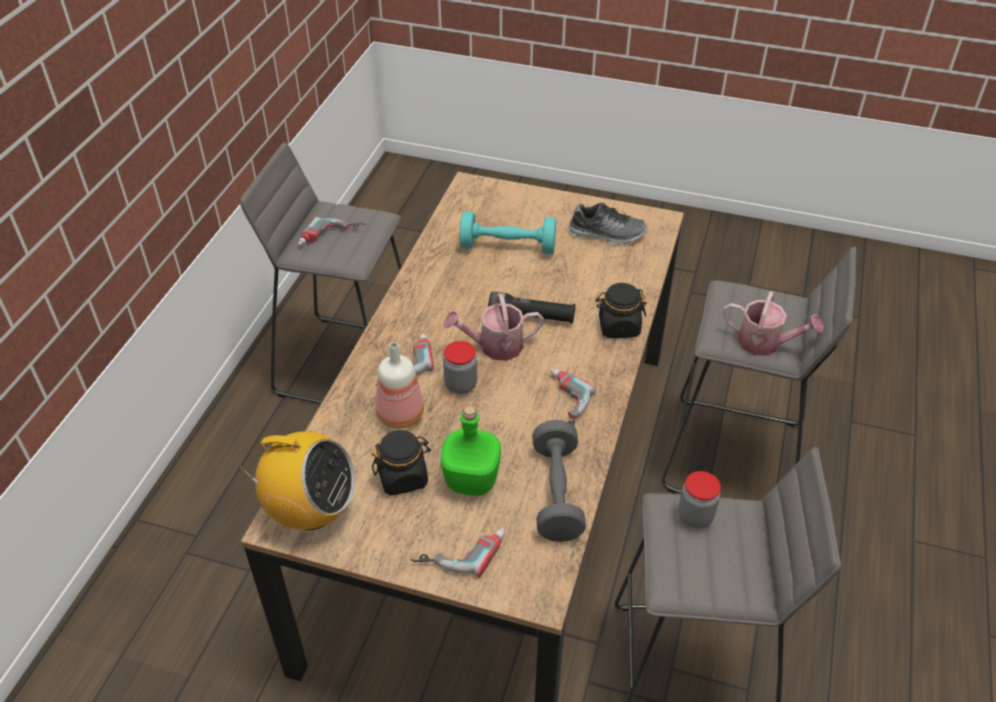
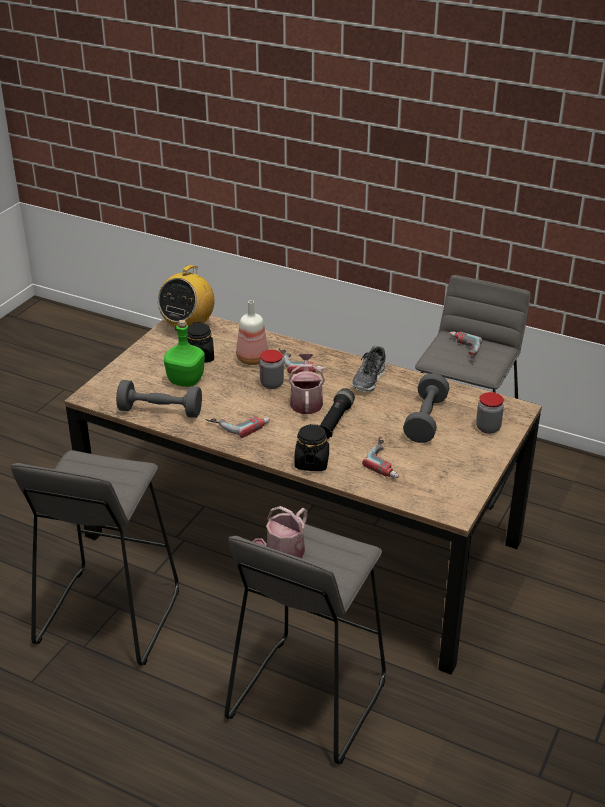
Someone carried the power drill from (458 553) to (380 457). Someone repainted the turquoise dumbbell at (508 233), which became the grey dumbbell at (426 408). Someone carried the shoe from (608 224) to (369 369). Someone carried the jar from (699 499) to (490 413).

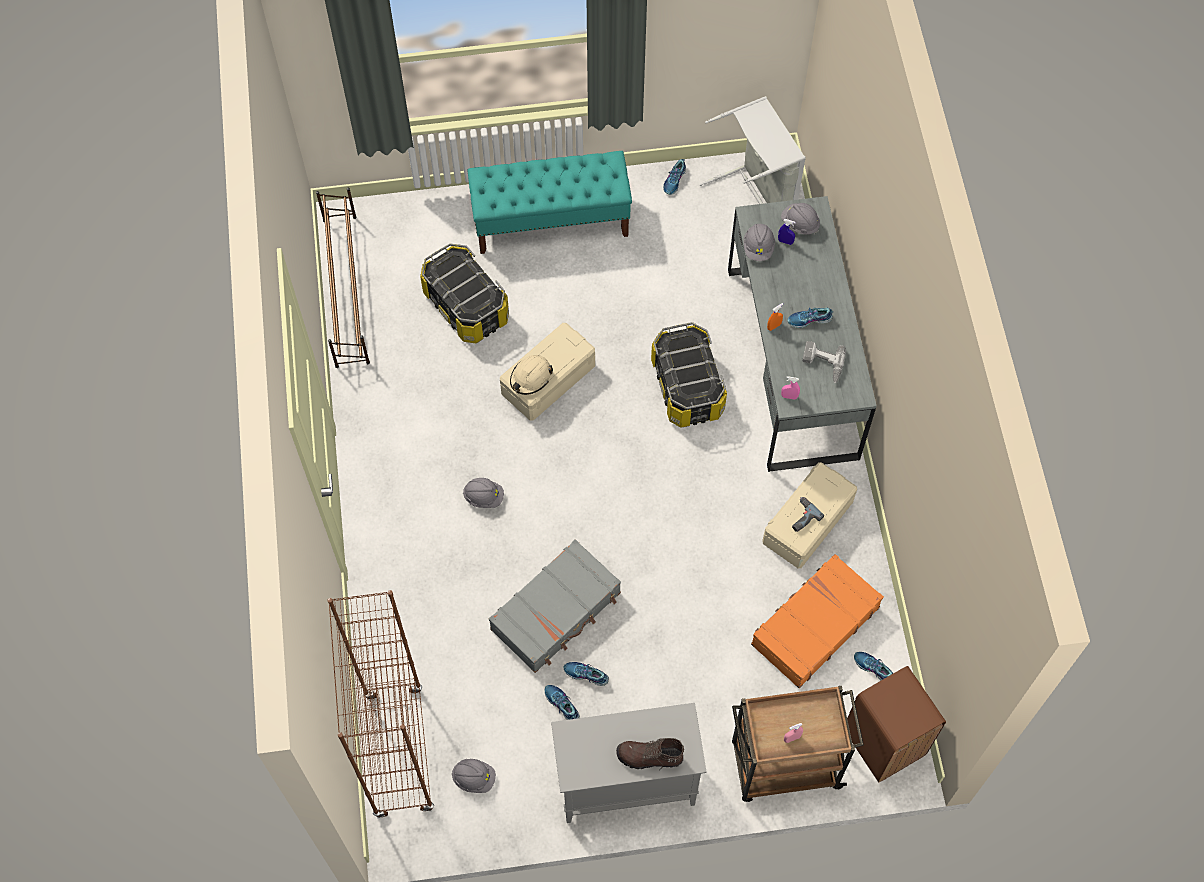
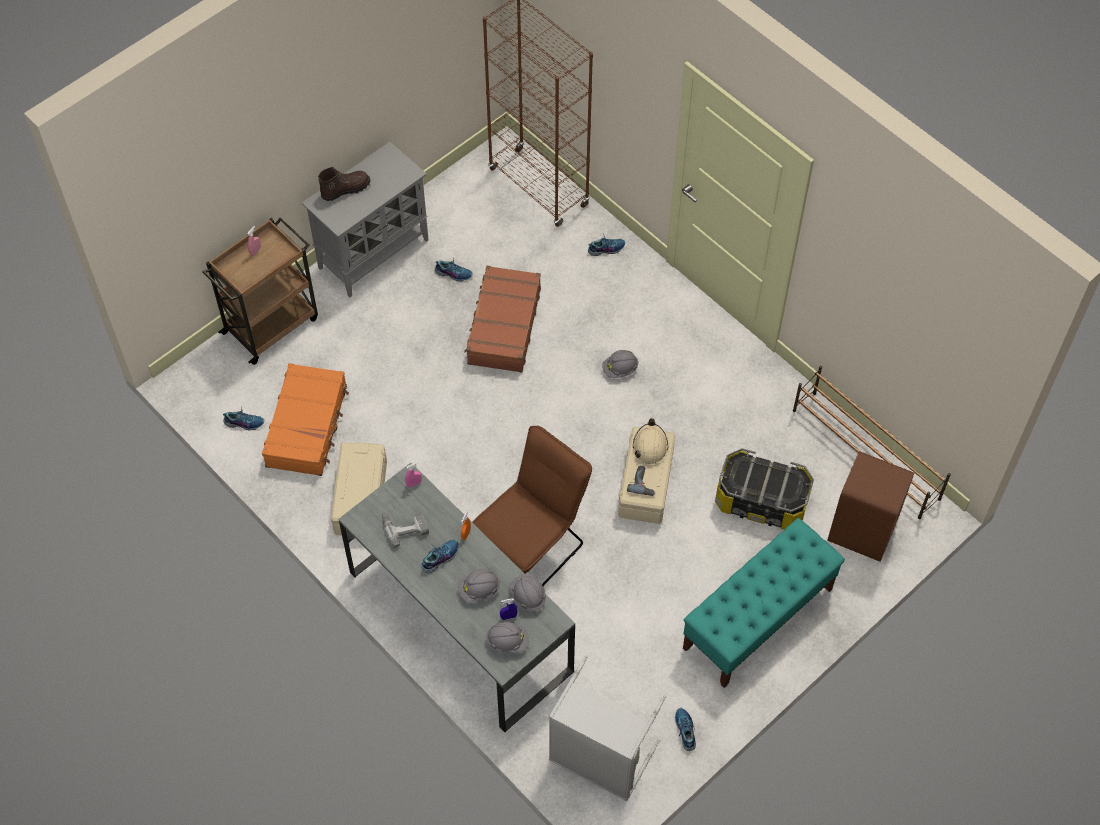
Someone carried the grey hard hat from (474 776) to (479 585). Someone repainted the grey suitcase at (555 606), which became the brown suitcase at (502 319). Someone carried the shoe from (586 674) to (606 245). Someone swapped the storage box at (689 375) for the brown chair at (532 506). Someone carried the power drill from (808 514) to (641 481). Someone carried the brown trash can from (896 724) to (870 506).

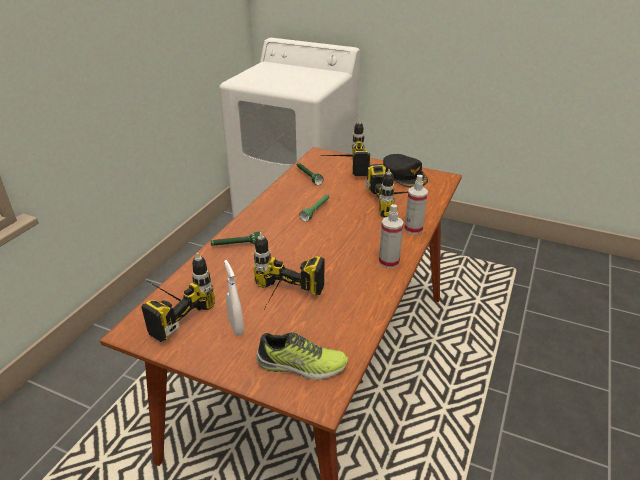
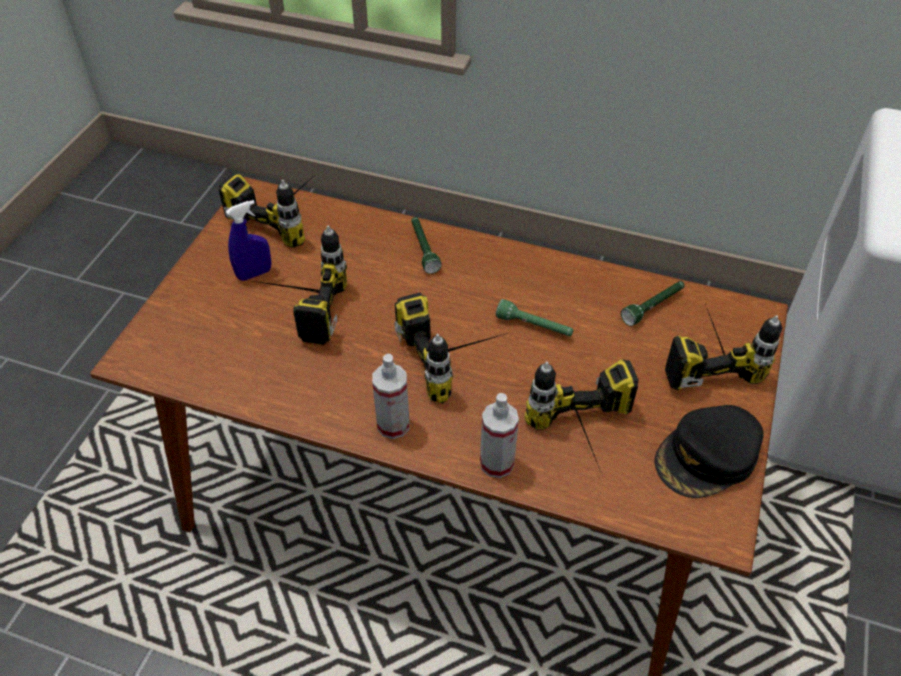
Someone repainted the white spray bottle at (234 298), which became the blue spray bottle at (248 240). Someone took away the shoe at (302 356). Someone put down the power drill at (451 347).

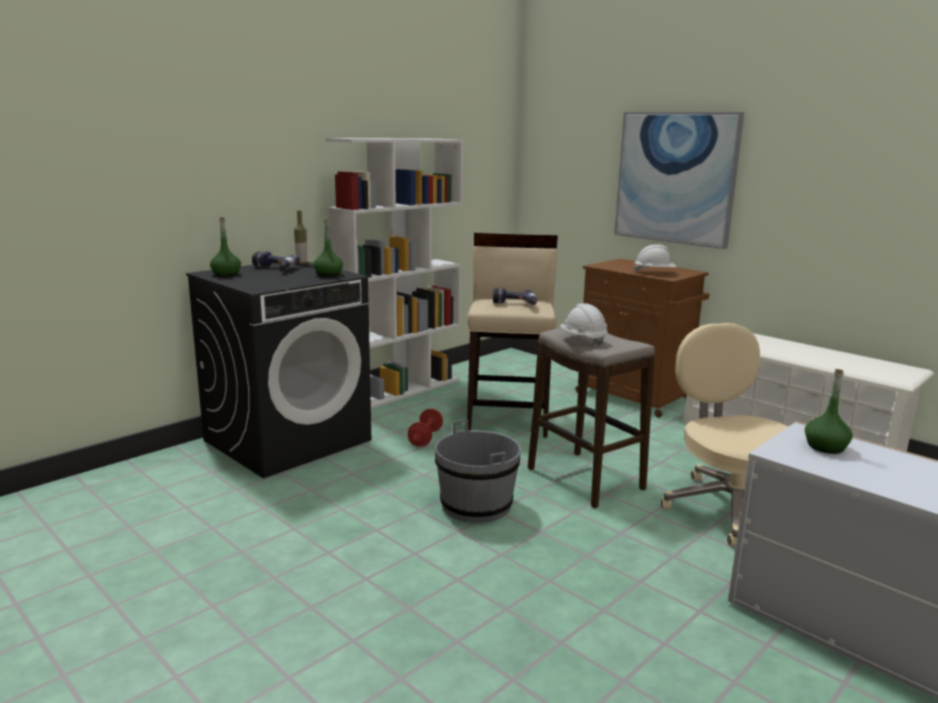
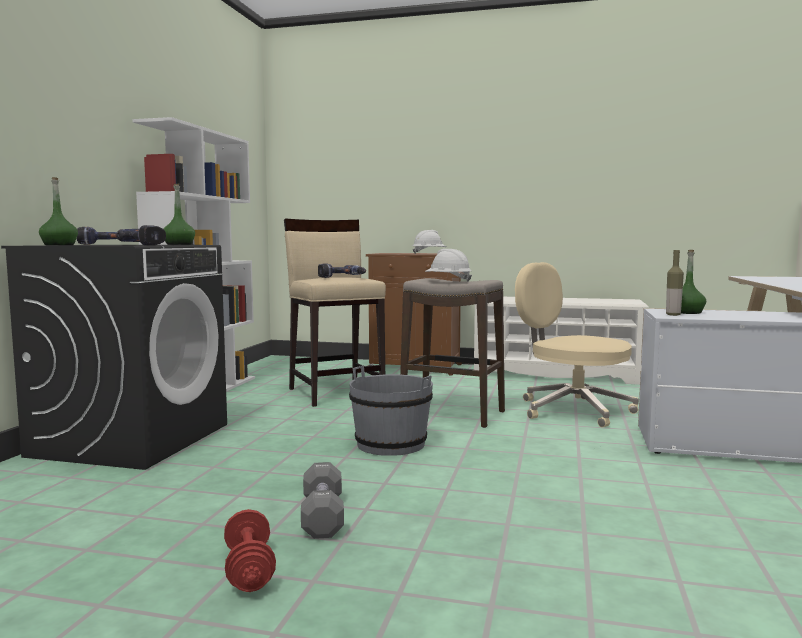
Someone carried the bottle from (300 237) to (675 283). Someone carried the red dumbbell from (425 428) to (250 550). Someone took away the picture at (679 180). Someone put down the power drill at (141 235). Someone put down the grey dumbbell at (322 500).

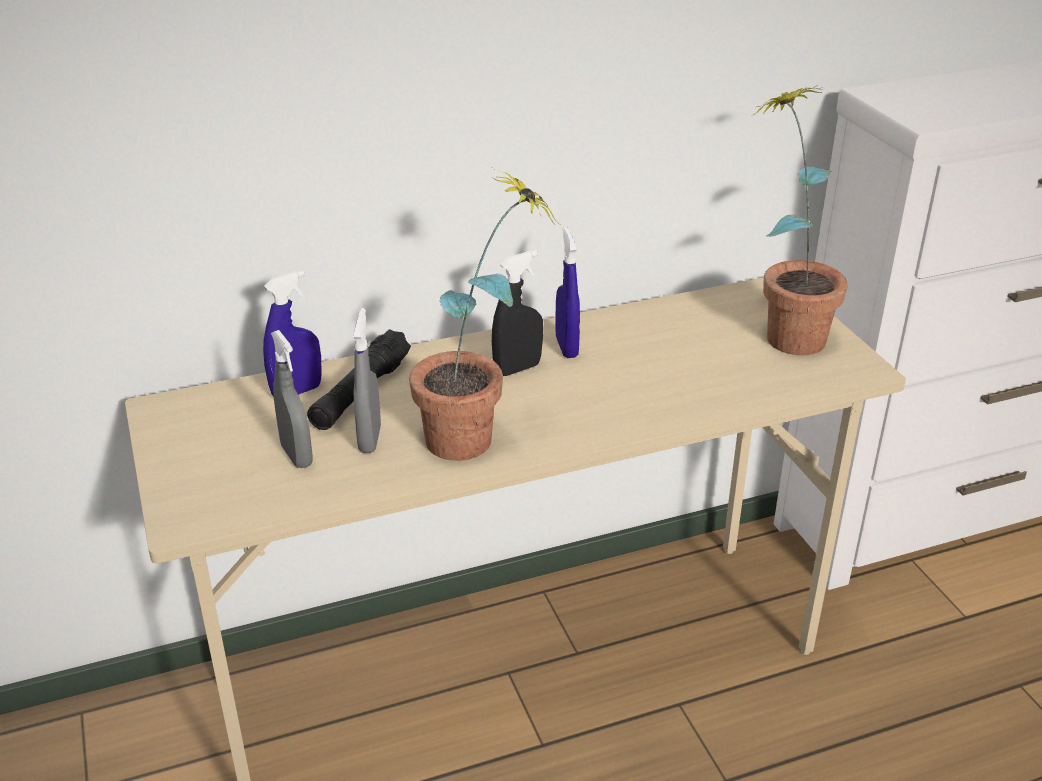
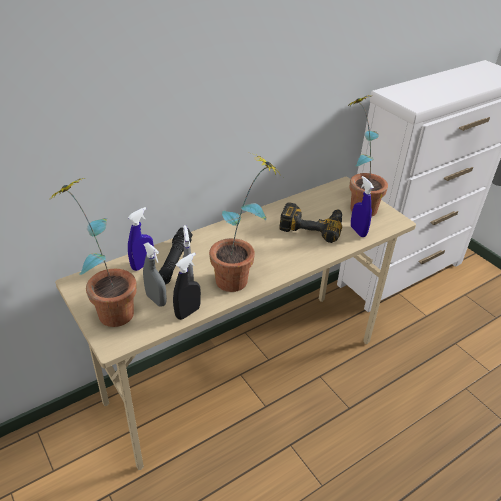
Someone carried the black spray bottle from (517 313) to (187 286). Someone carried the blue spray bottle from (567 292) to (362 206). Someone put down the potted plant at (92 252). Someone put down the power drill at (310 222).

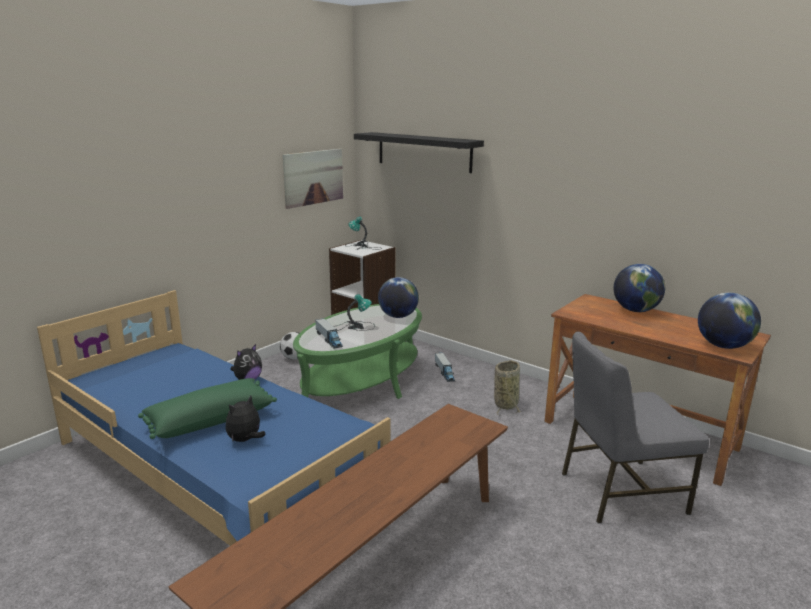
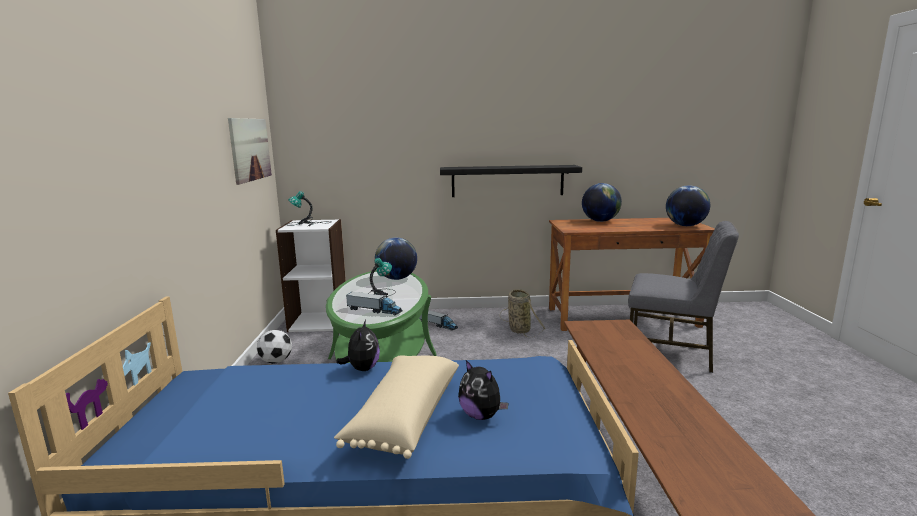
Someone repainted the green pillow at (207 408), which became the beige pillow at (396 407). Someone rotated the plush toy at (246 419) by 45 degrees counterclockwise. Someone carried the black shelf from (419 152) to (511 181). Someone rotated the grey chair at (635 427) by 105 degrees counterclockwise.

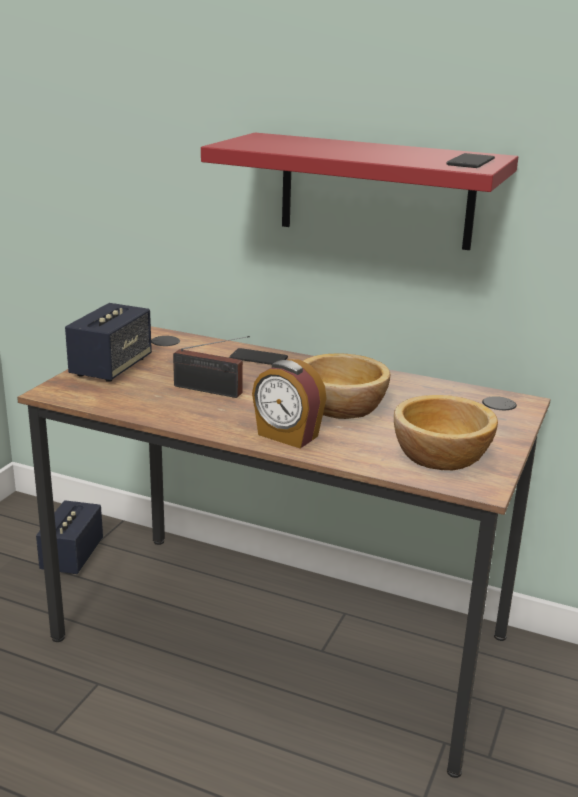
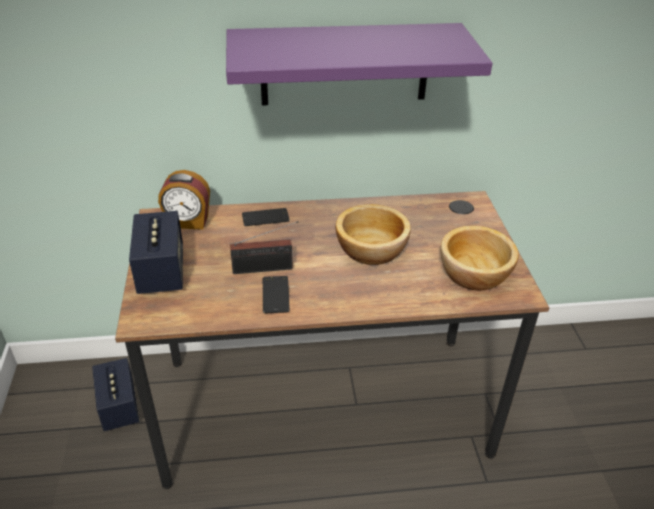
Someone repainted the red shelf at (359 191), which became the purple shelf at (359 64). Someone carried the alarm clock from (289 404) to (184 200). Someone carried the phone from (470 160) to (276 294).

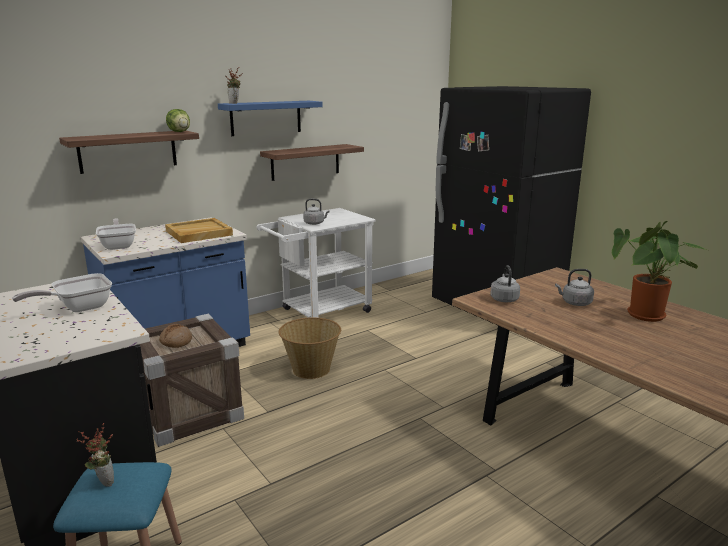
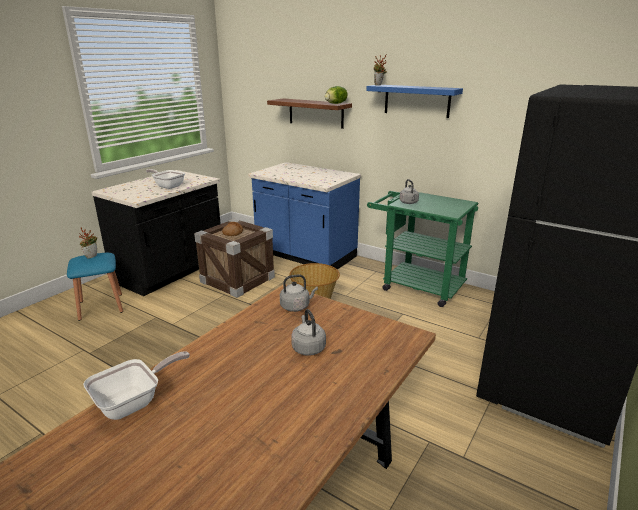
Someone carried the frying pan from (116 234) to (136 385). Someone took away the beige tray at (199 230). Someone repainted the white cart at (316 263), which became the green cart at (422 249). Someone took away the shelf at (312 162). Someone took away the potted plant at (659 271).

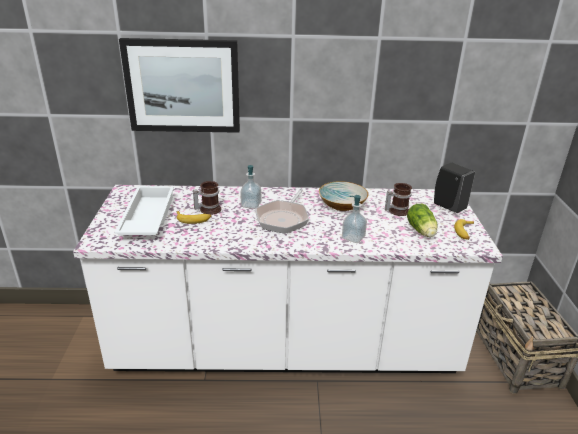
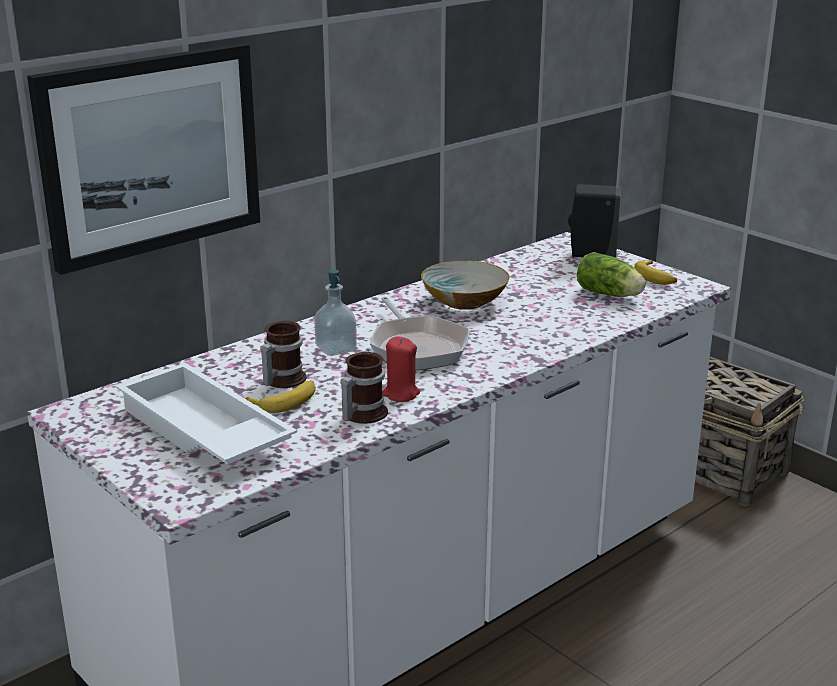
Someone took away the soap dispenser at (354 219). Someone carried the mug from (398 199) to (364 388). Someone put down the red candle at (401 369).

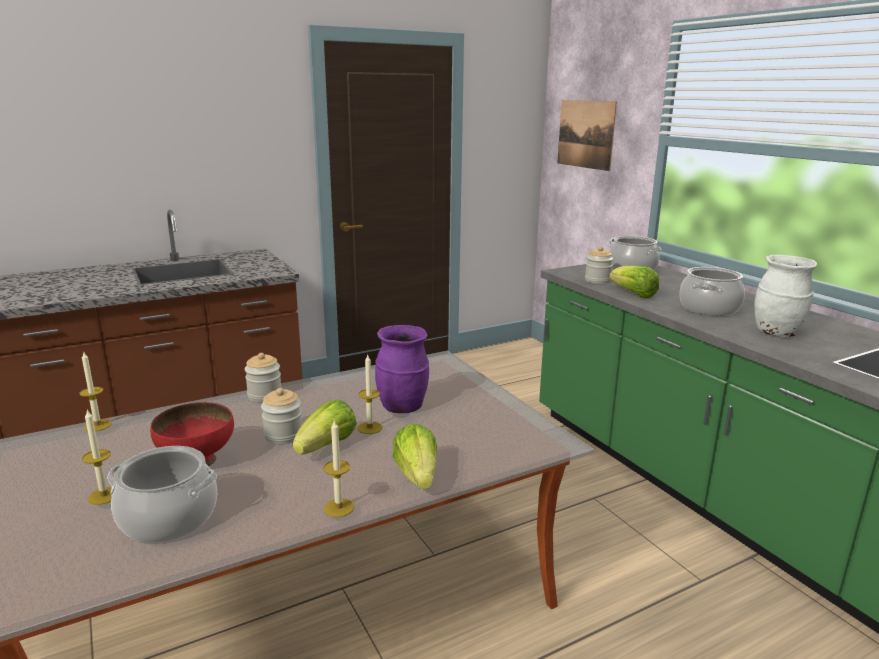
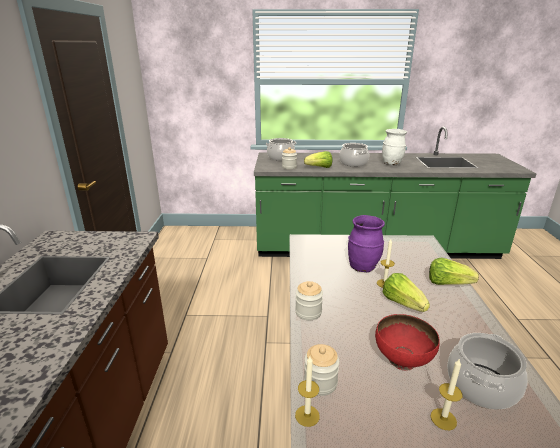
Someone carried the jar from (281 416) to (322 370). Someone took away the candle at (338 469). Someone took away the picture at (587 135).

